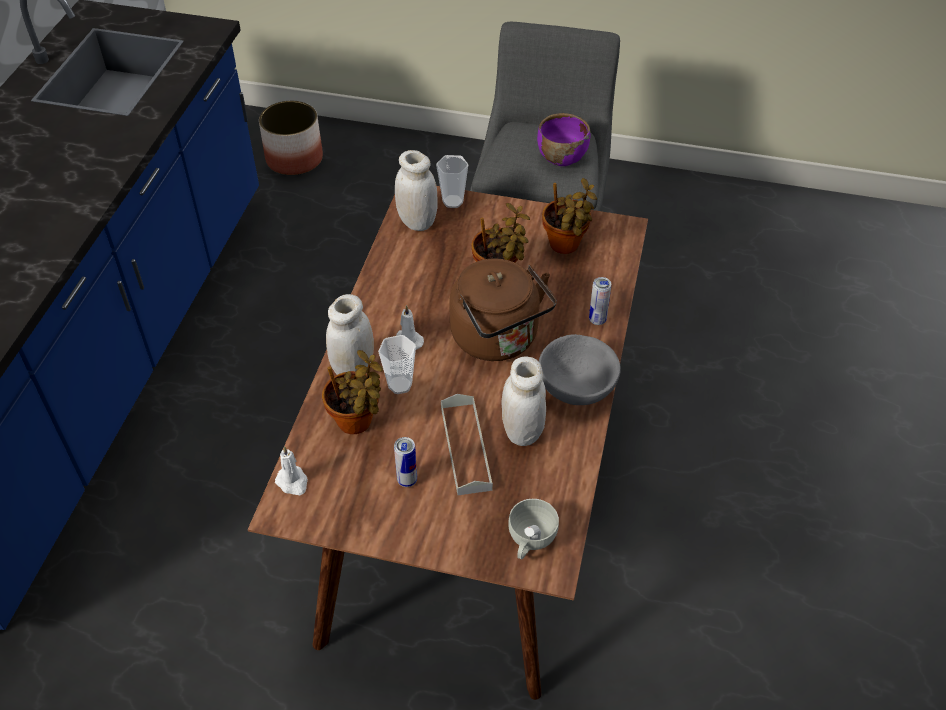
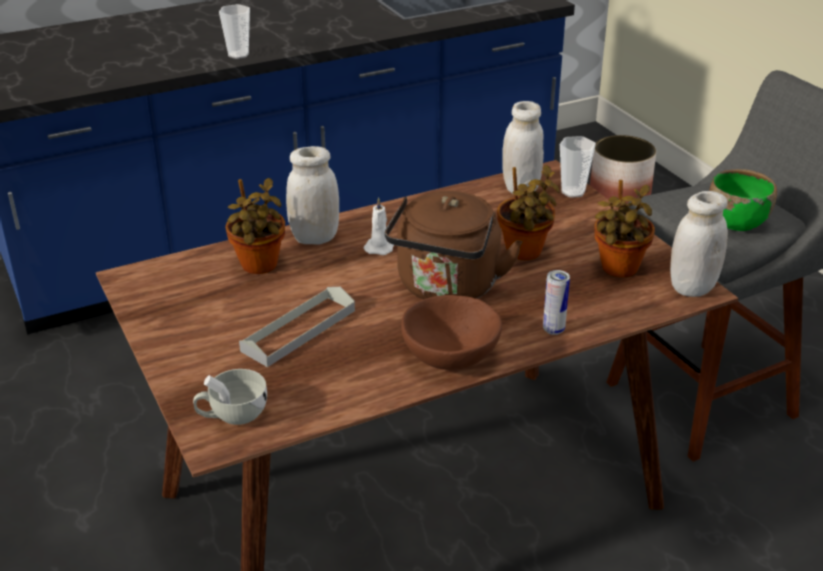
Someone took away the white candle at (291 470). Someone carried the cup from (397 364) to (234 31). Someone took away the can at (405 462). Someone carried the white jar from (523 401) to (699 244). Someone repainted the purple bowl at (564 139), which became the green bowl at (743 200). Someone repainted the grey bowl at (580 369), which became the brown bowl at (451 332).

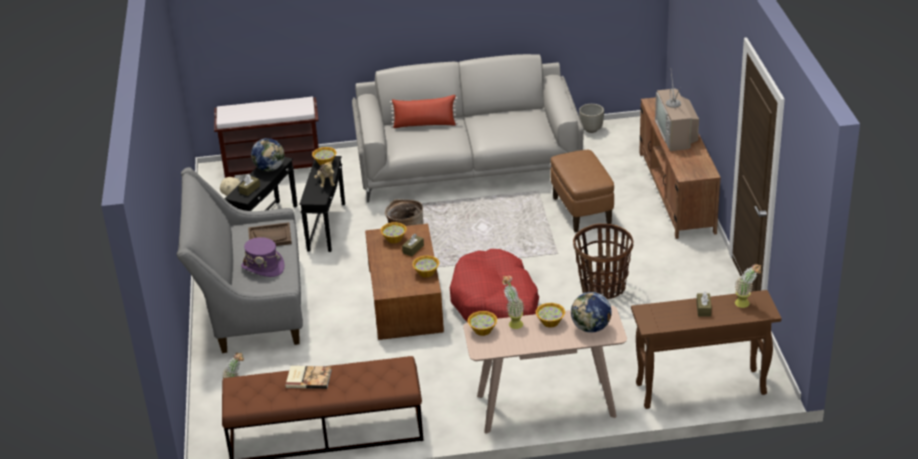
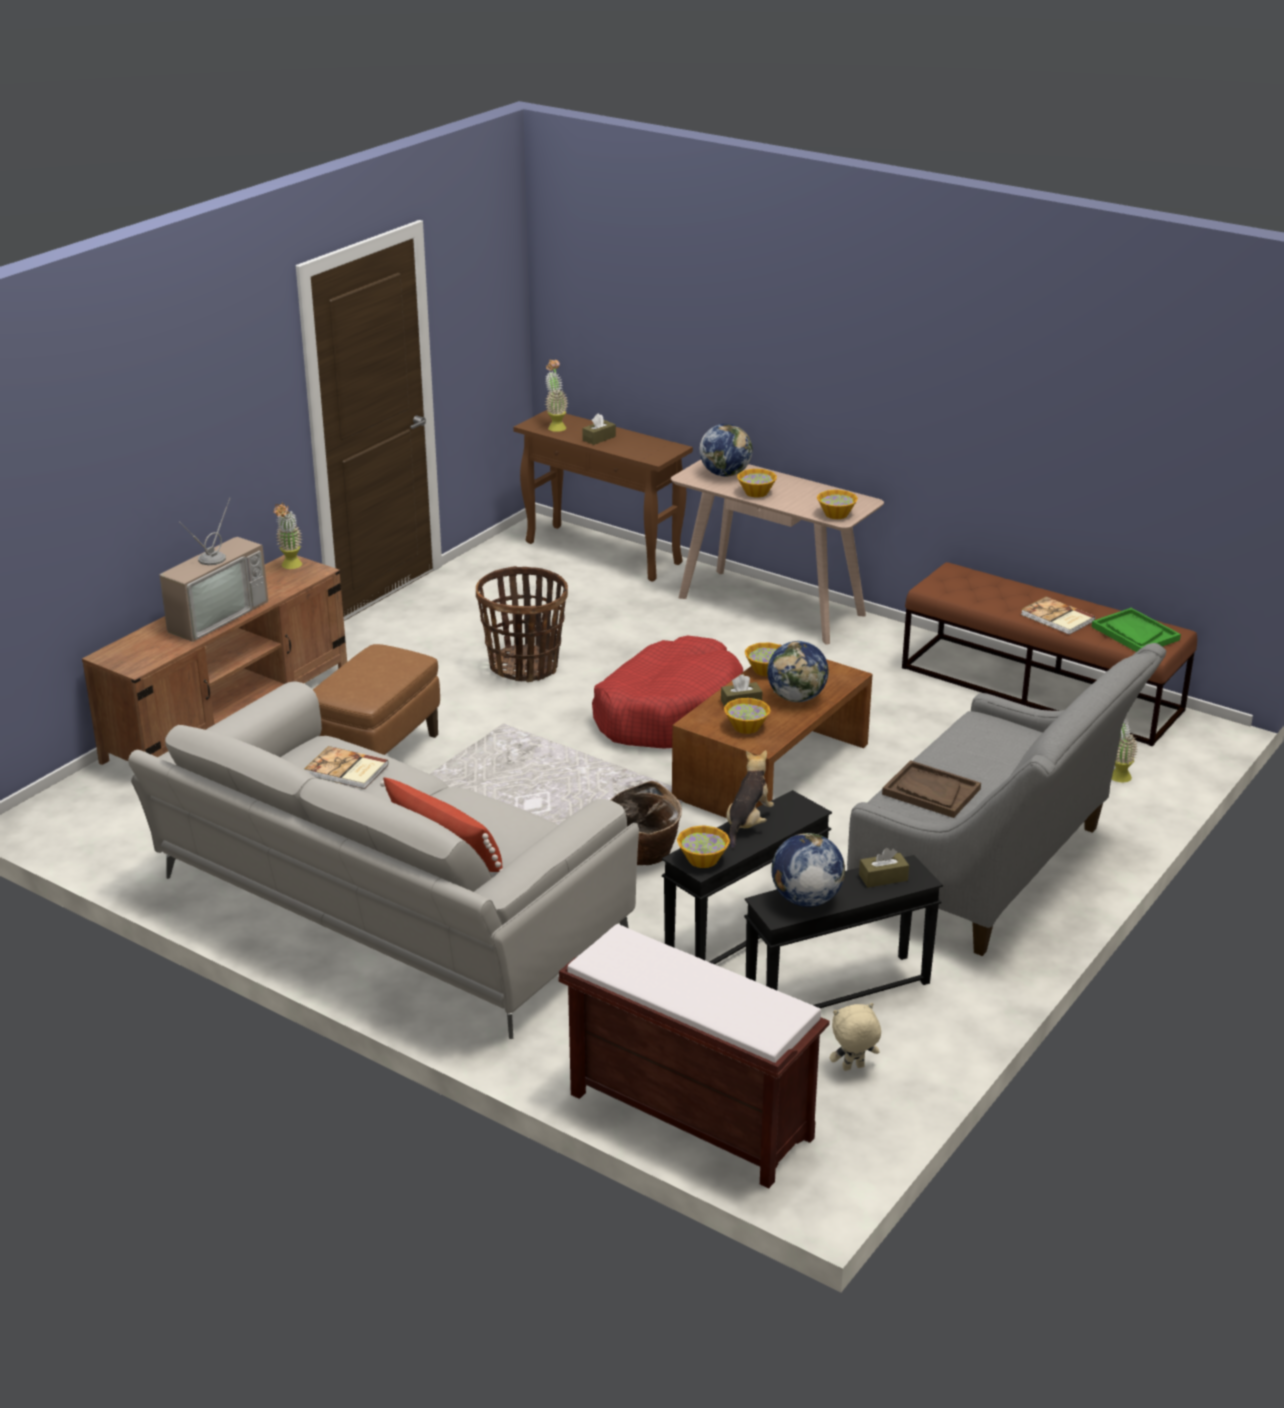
Someone took away the purple hat at (263 257). Someone carried the potted plant from (513 302) to (287 536). Someone took away the grey planter at (591 118). Someone put down the book at (346 767). Someone put down the globe at (797 671). Someone put down the green tray at (1136 630).

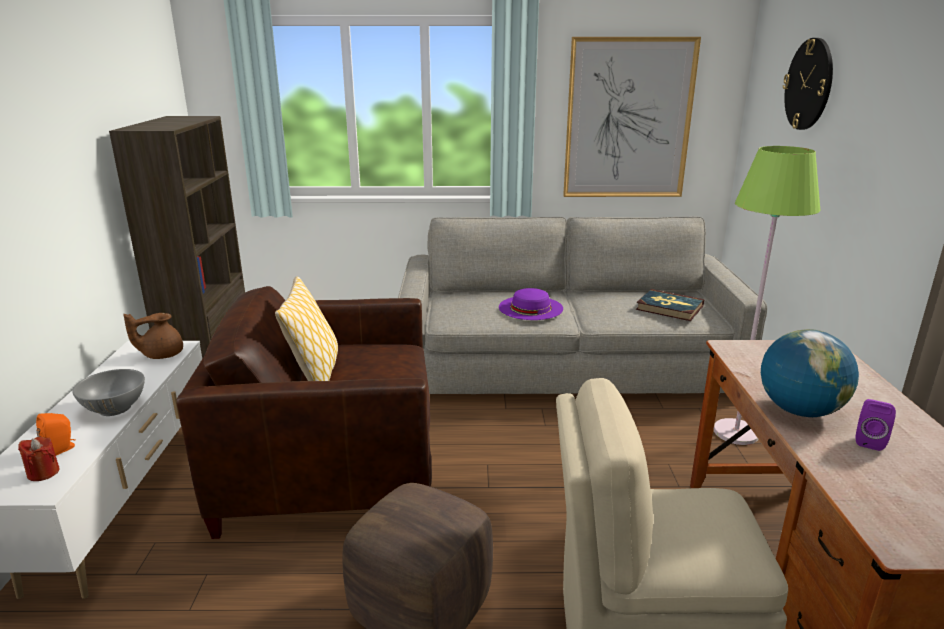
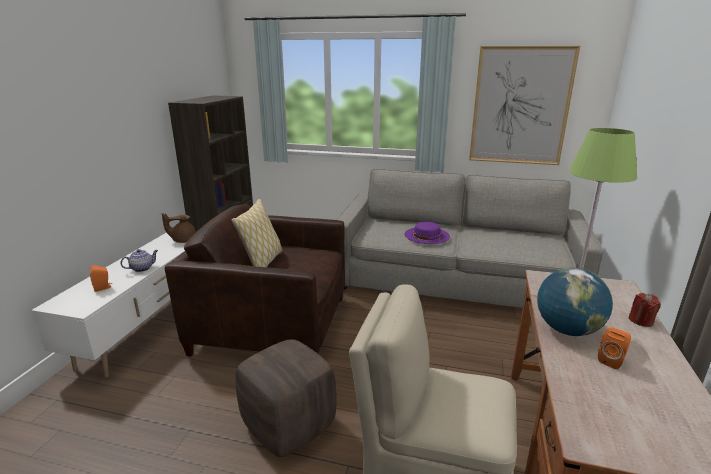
Someone carried the red candle from (39 459) to (644 310). Someone swapped the grey bowl at (108 392) for the teapot at (139 260). Someone took away the book at (670 305). Someone took away the wall clock at (808 84). Someone repainted the purple speaker at (876 425), which became the orange speaker at (614 348).

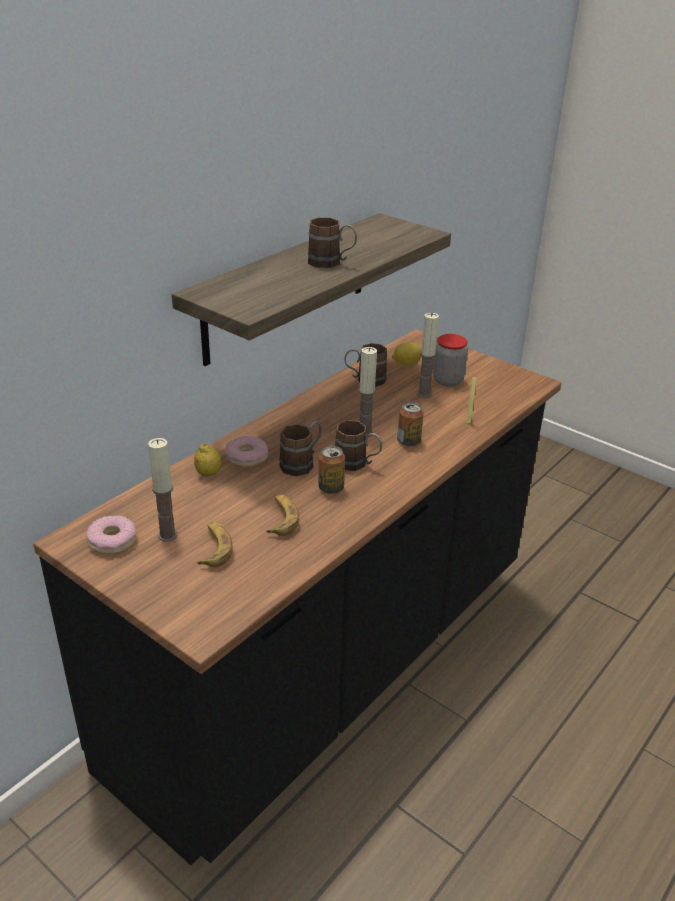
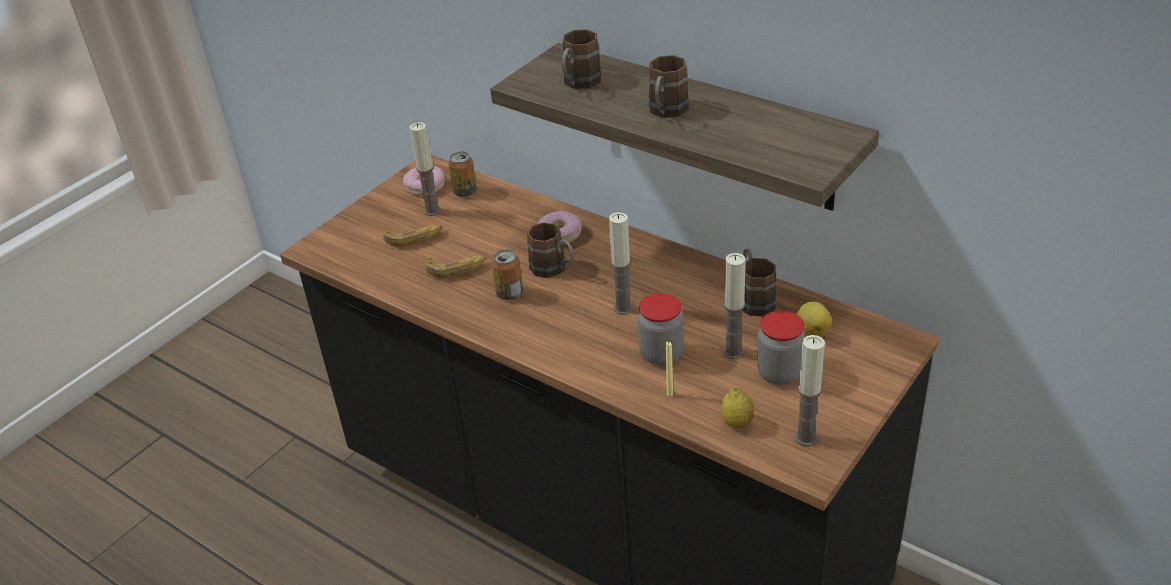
Someone carried the lemon from (207 460) to (737 407). Someone carried the brown mug from (358 445) to (581 59). Someone carried the can from (410 424) to (462 174). Someone put down the jar at (661 329). Someone put down the candle at (810 390).

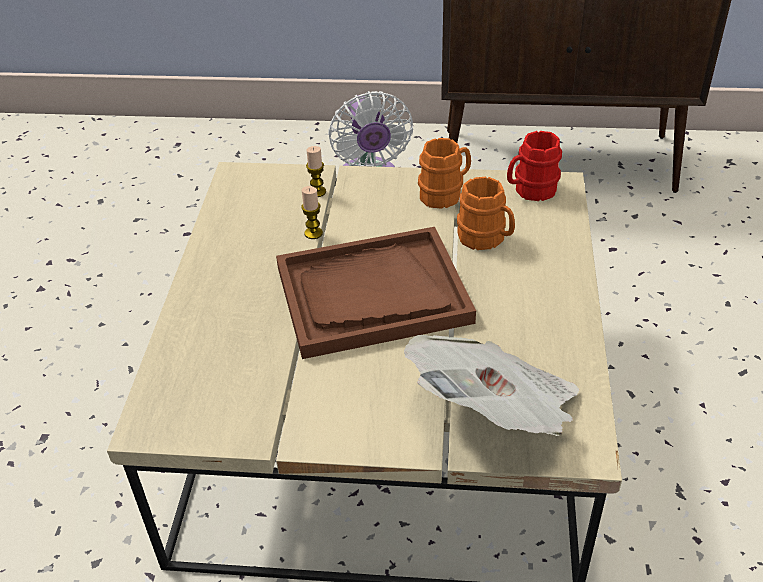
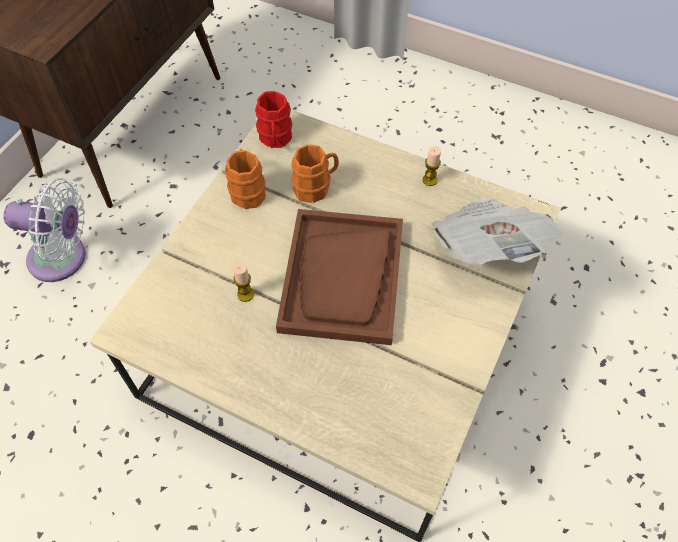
Someone carried the candle from (316 171) to (432 166).

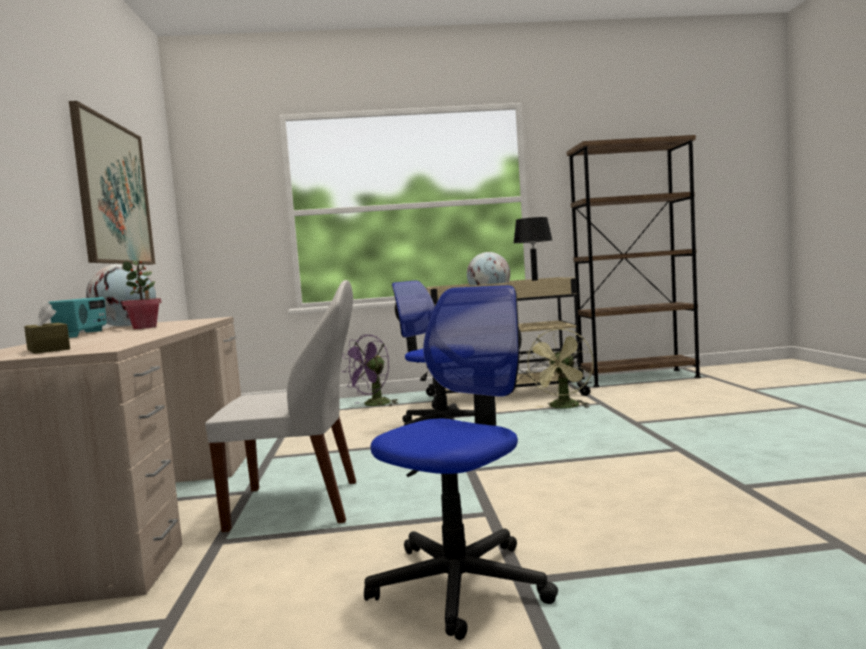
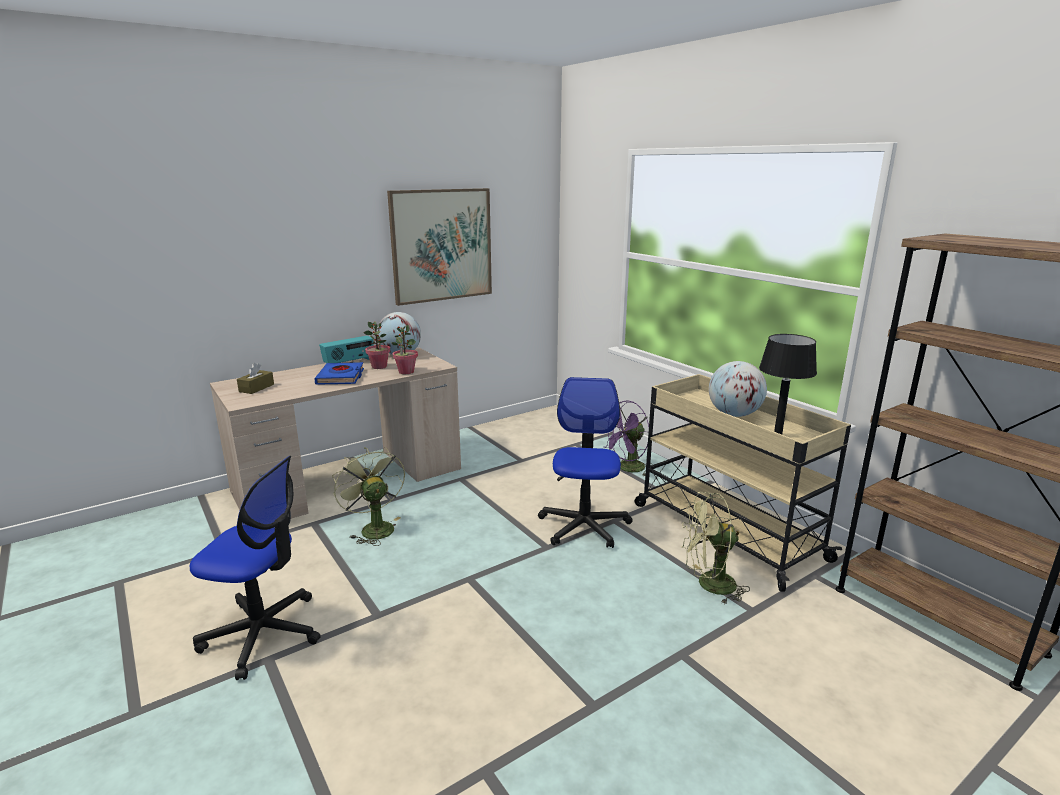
Someone swapped the white chair at (280 406) for the green fan at (368 496). Someone rotated the purple fan at (370 371) by 45 degrees counterclockwise. Someone put down the blue book at (339 373). Someone put down the potted plant at (404 349).

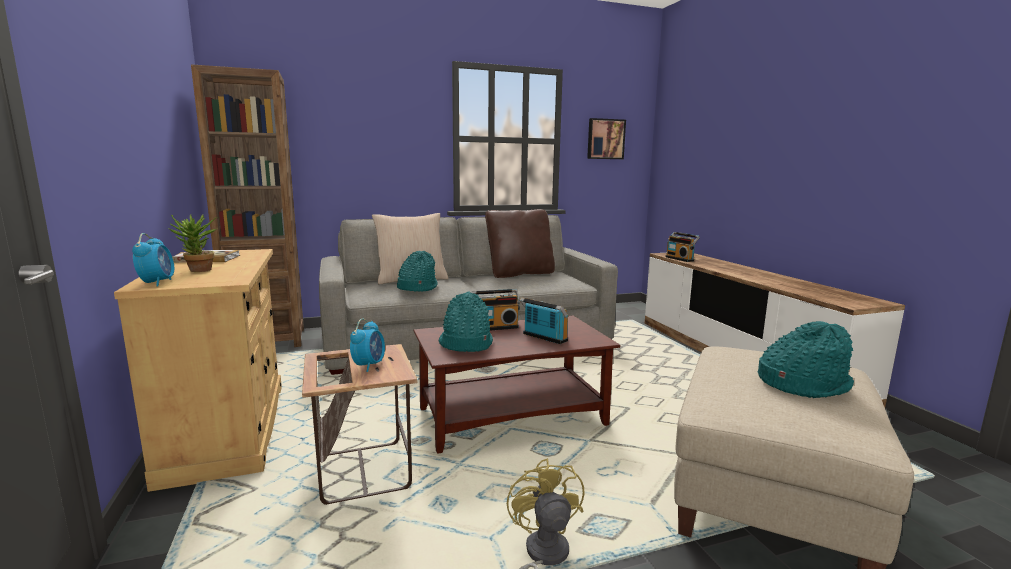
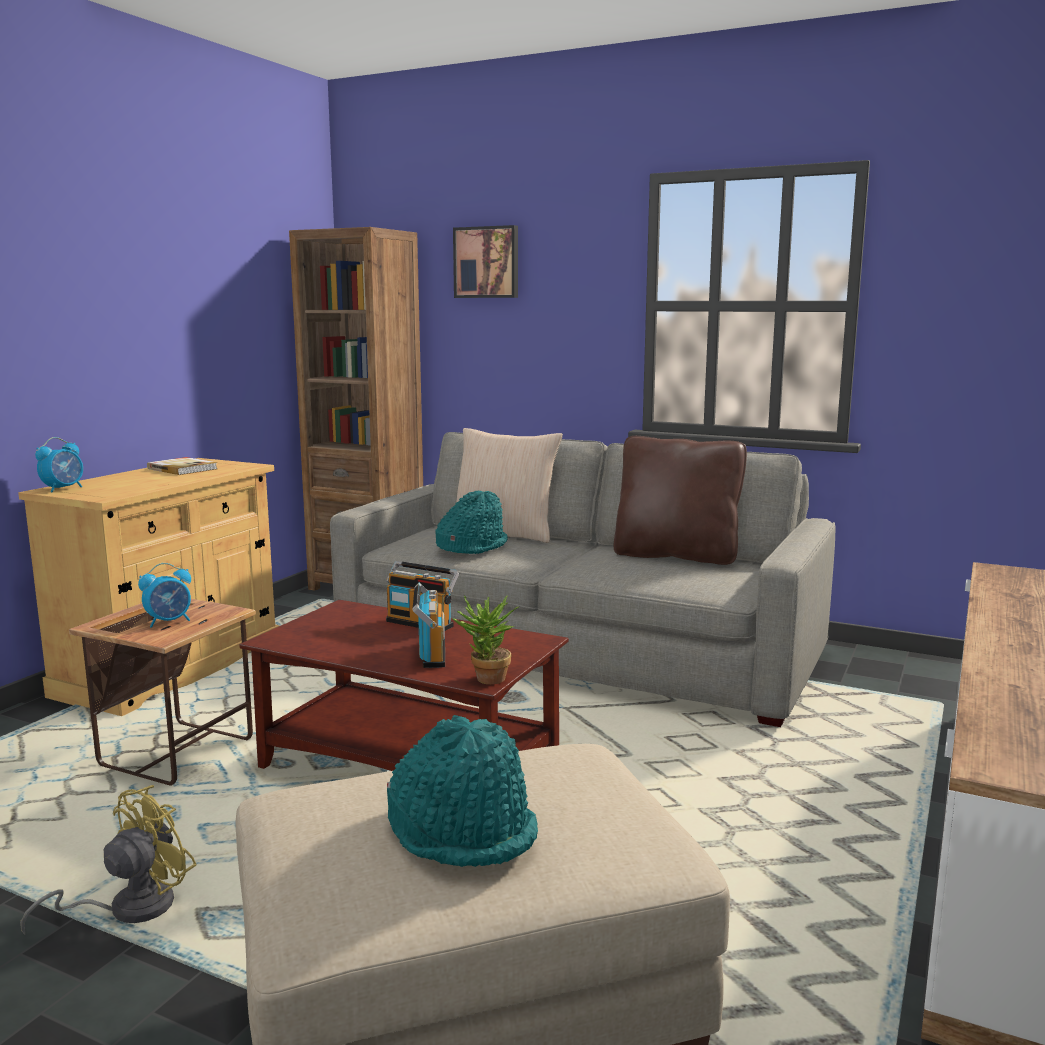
Someone carried the potted plant from (192 243) to (485 639). Someone took away the turquoise hat at (466 321). Someone carried the picture from (606 138) to (485 261). Someone took away the radio at (682 247).

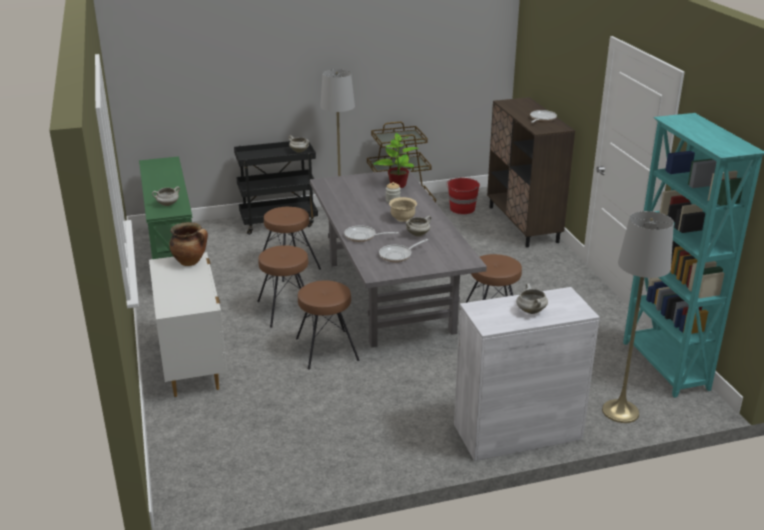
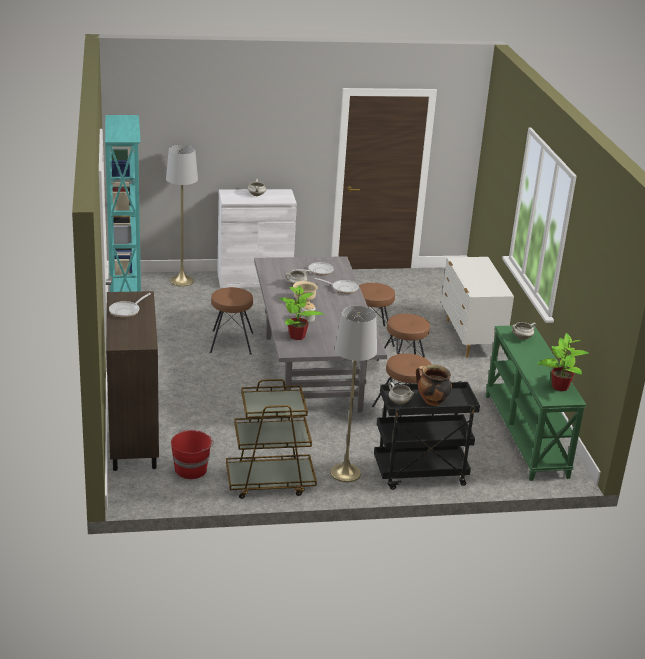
Someone carried the cooking pot from (188 244) to (434 385). Someone put down the potted plant at (563 362).

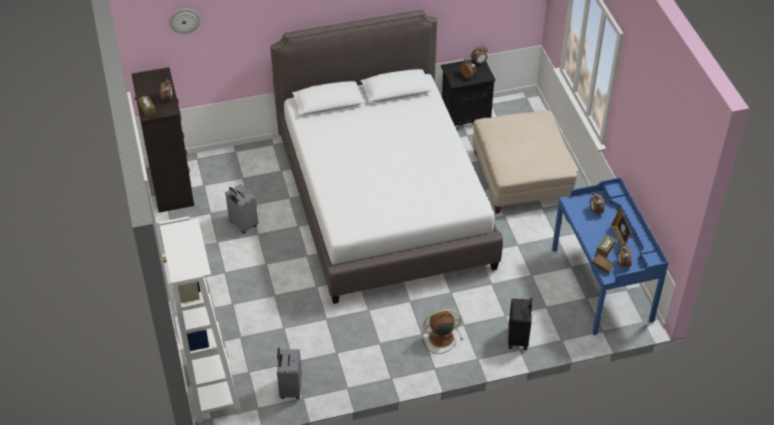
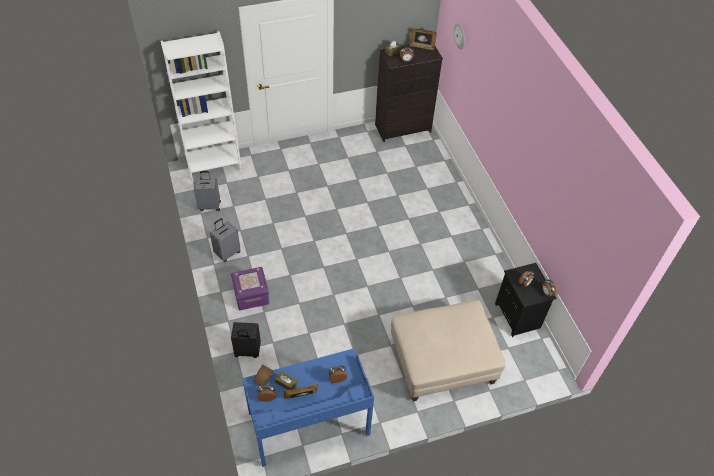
Someone carried the grey suitcase from (241 209) to (225 240). Someone took away the white bed at (386 157). Someone swapped the brown fan at (442 331) for the purple storage box at (250 288). Someone put down the picture frame at (423 39).

